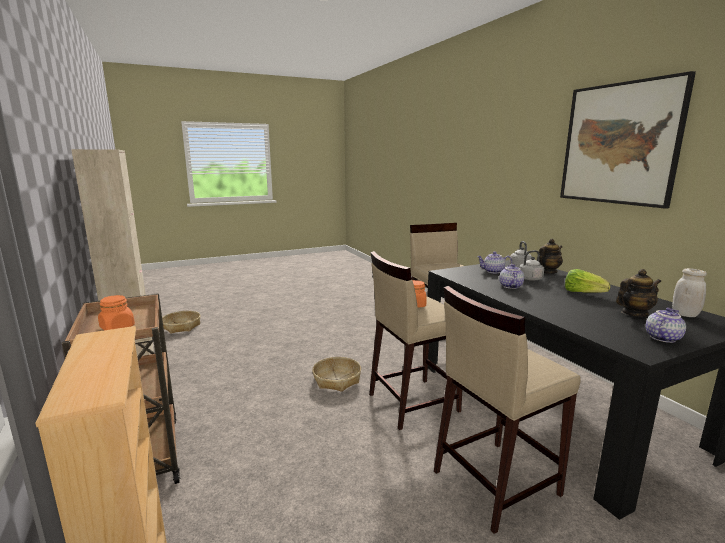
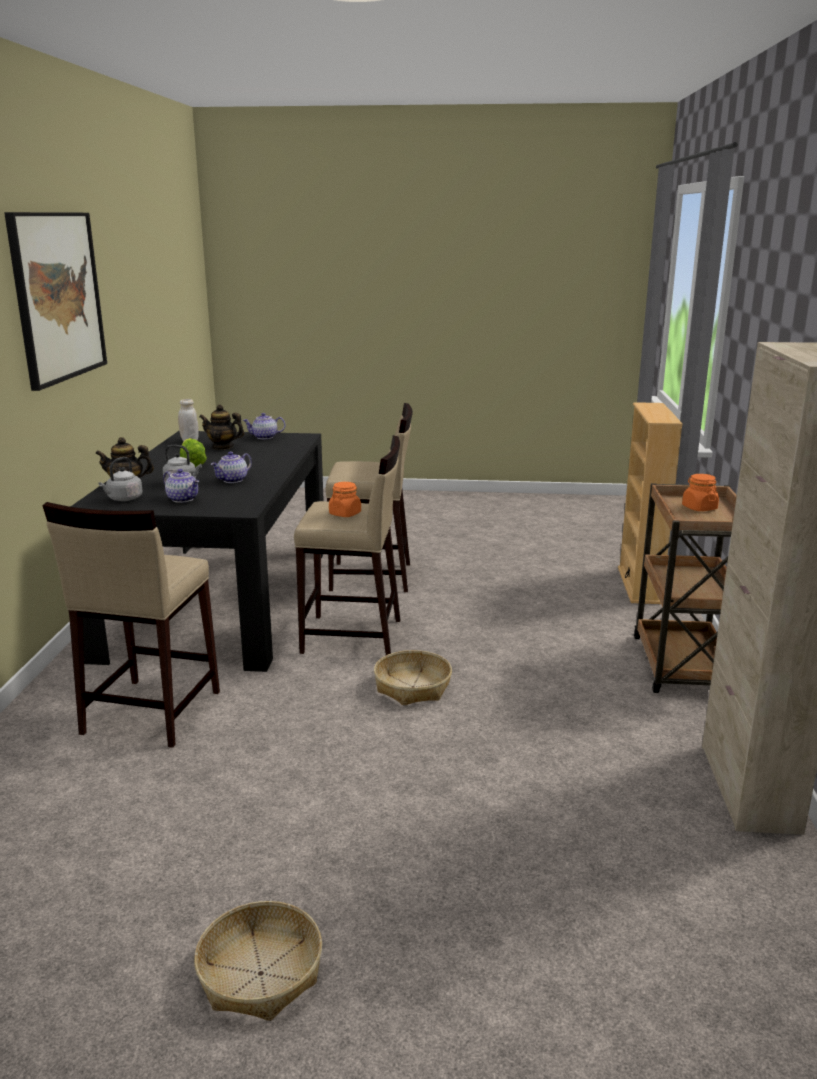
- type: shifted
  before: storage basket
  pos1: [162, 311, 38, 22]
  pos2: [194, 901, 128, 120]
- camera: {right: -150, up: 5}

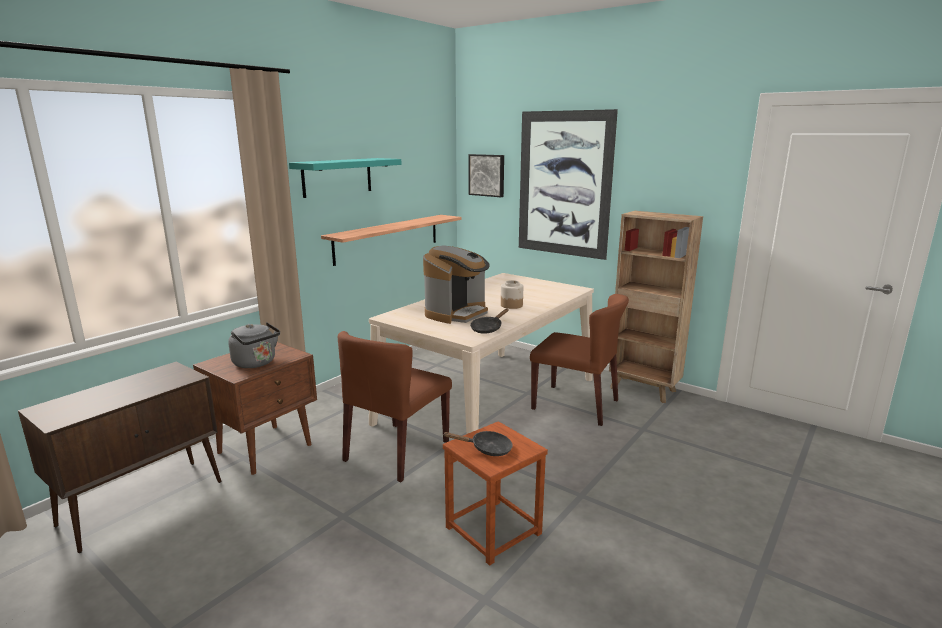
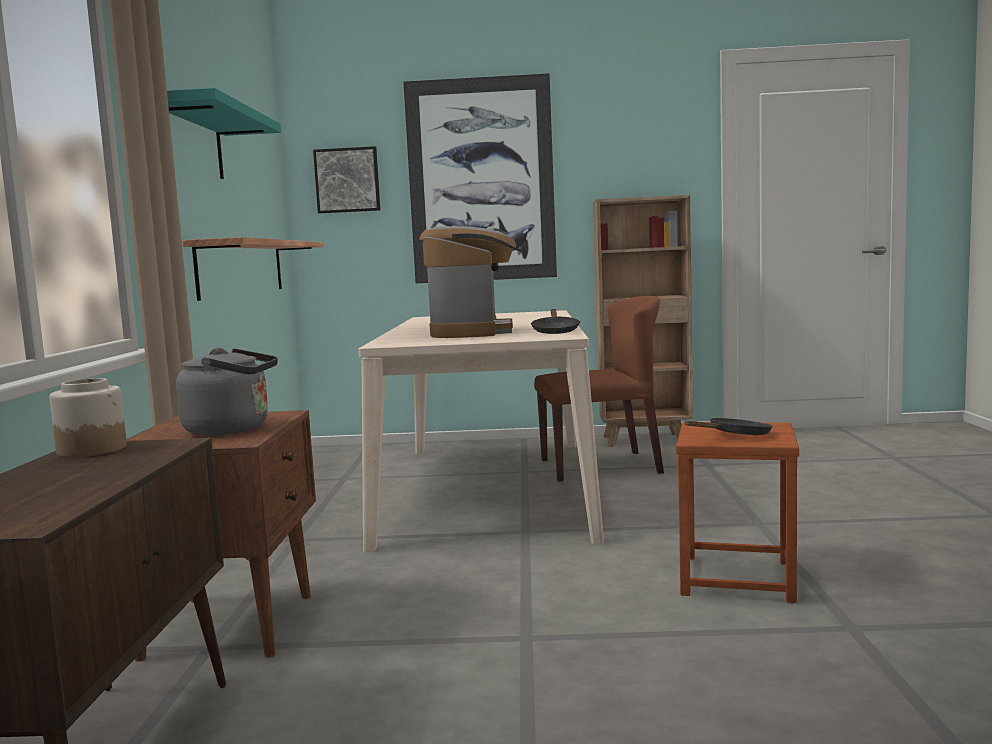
- type: gone
  before: upright chair/brown
  pos1: [338, 331, 114, 151]
- type: shifted
  before: preserve jar
  pos1: [501, 280, 22, 29]
  pos2: [50, 378, 77, 79]
- camera: {right: -35, up: -10}

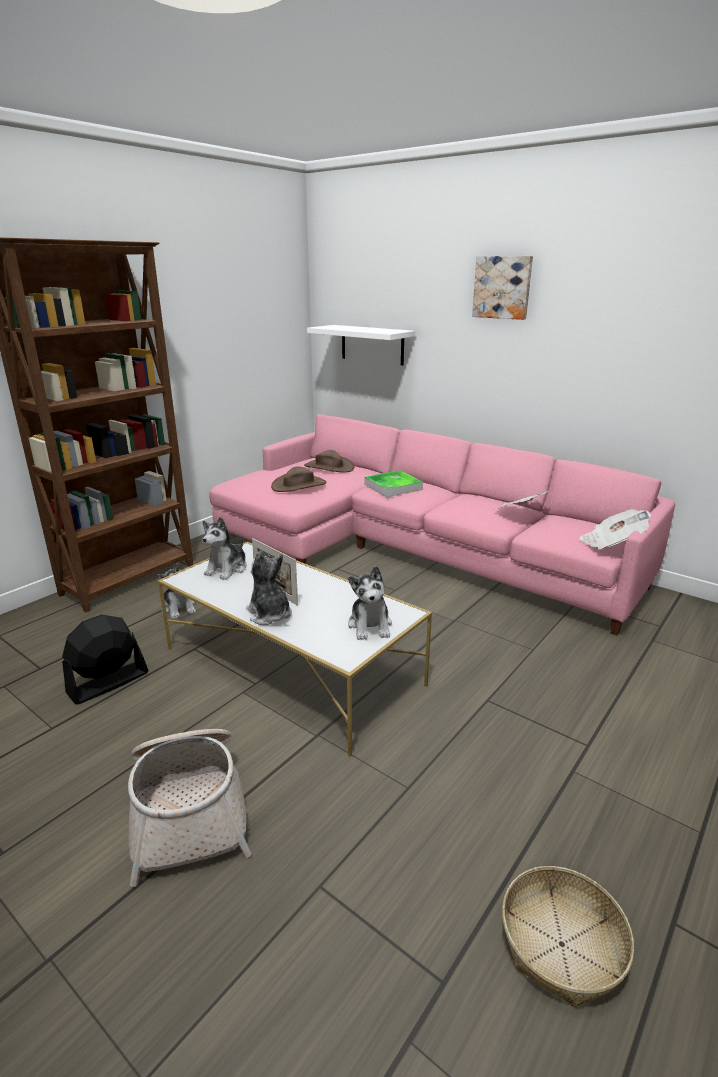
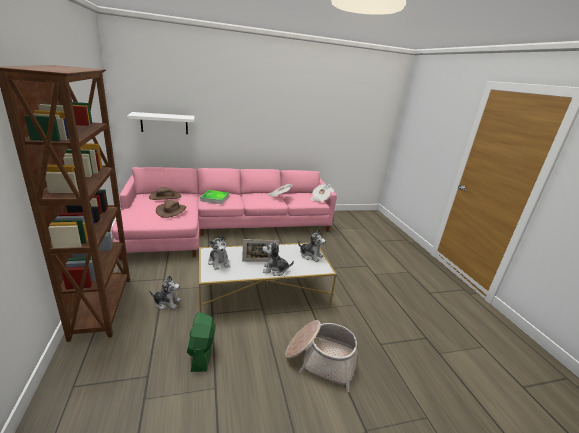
- type: gone
  before: picture
  pos1: [472, 256, 61, 64]
- type: gone
  before: storage basket
  pos1: [502, 866, 132, 142]
- type: repainted
  before: fan/black
  after: fan/green
  pos1: [62, 615, 87, 90]
  pos2: [187, 312, 29, 60]
- camera: {right: -55, up: 0}

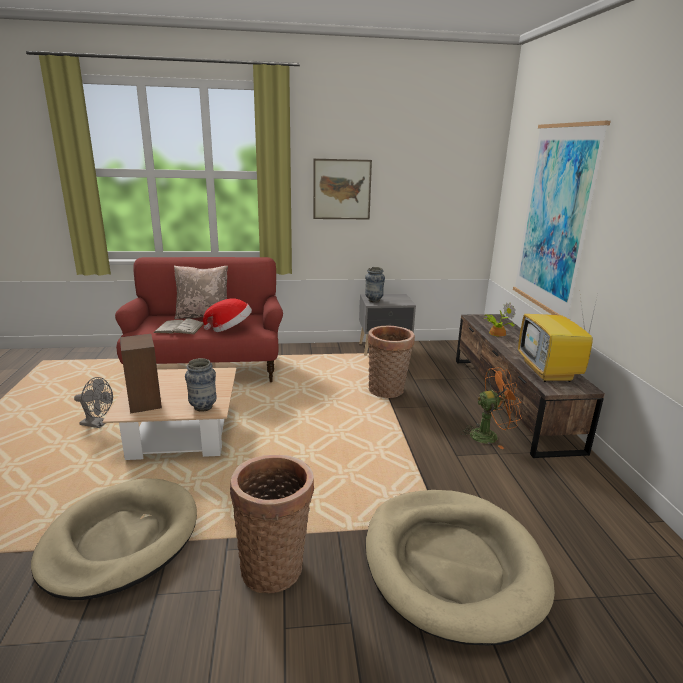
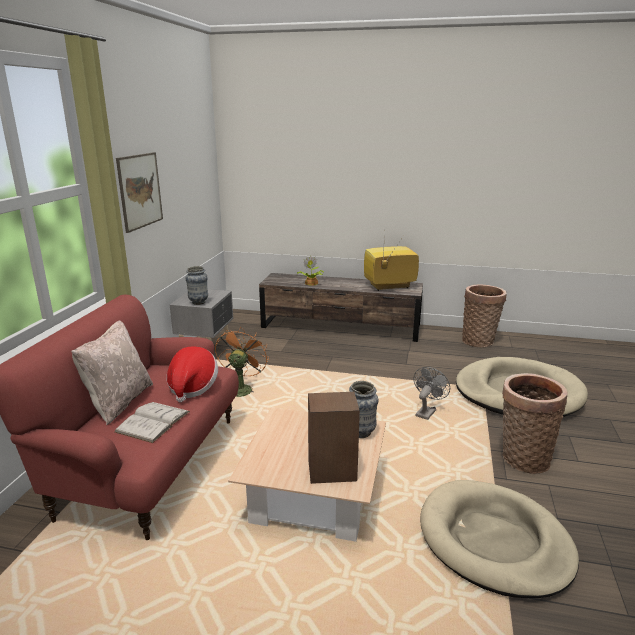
- type: gone
  before: picture
  pos1: [513, 121, 98, 199]
- type: shifted
  before: fan/greyish
  pos1: [74, 377, 39, 51]
  pos2: [413, 367, 37, 53]
- type: shifted
  before: storage basket
  pos1: [368, 326, 47, 72]
  pos2: [462, 284, 45, 63]
- type: shifted
  before: fan/orange
  pos1: [460, 367, 62, 82]
  pos2: [215, 327, 54, 70]
- type: rotated
  before: TV set
  pos1: [518, 294, 80, 88]
  pos2: [364, 232, 55, 59]
  turn: 150
- camera: {right: -70, up: 0}

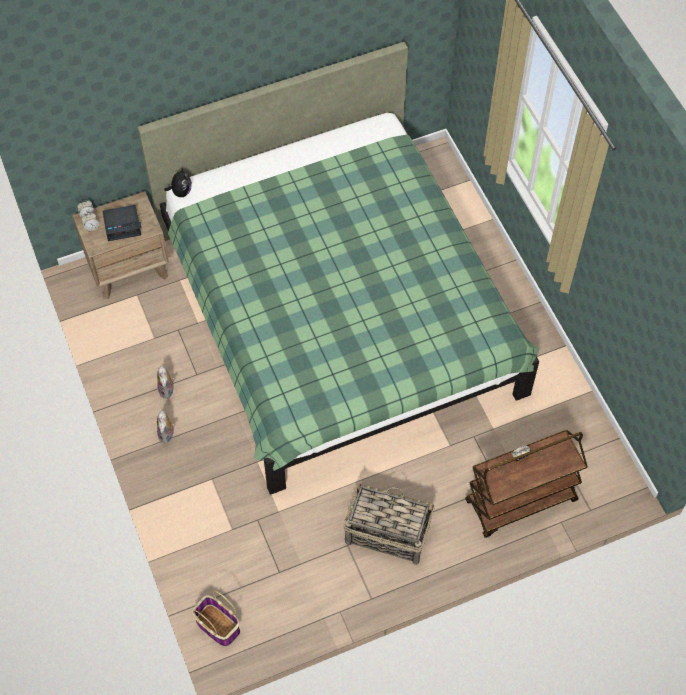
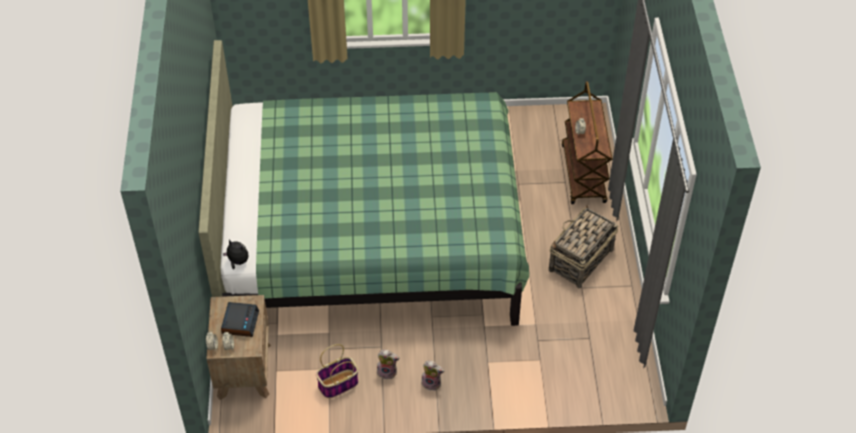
- type: shifted
  before: storage basket
  pos1: [192, 590, 48, 57]
  pos2: [316, 344, 42, 54]
- camera: {right: -70, up: -10}

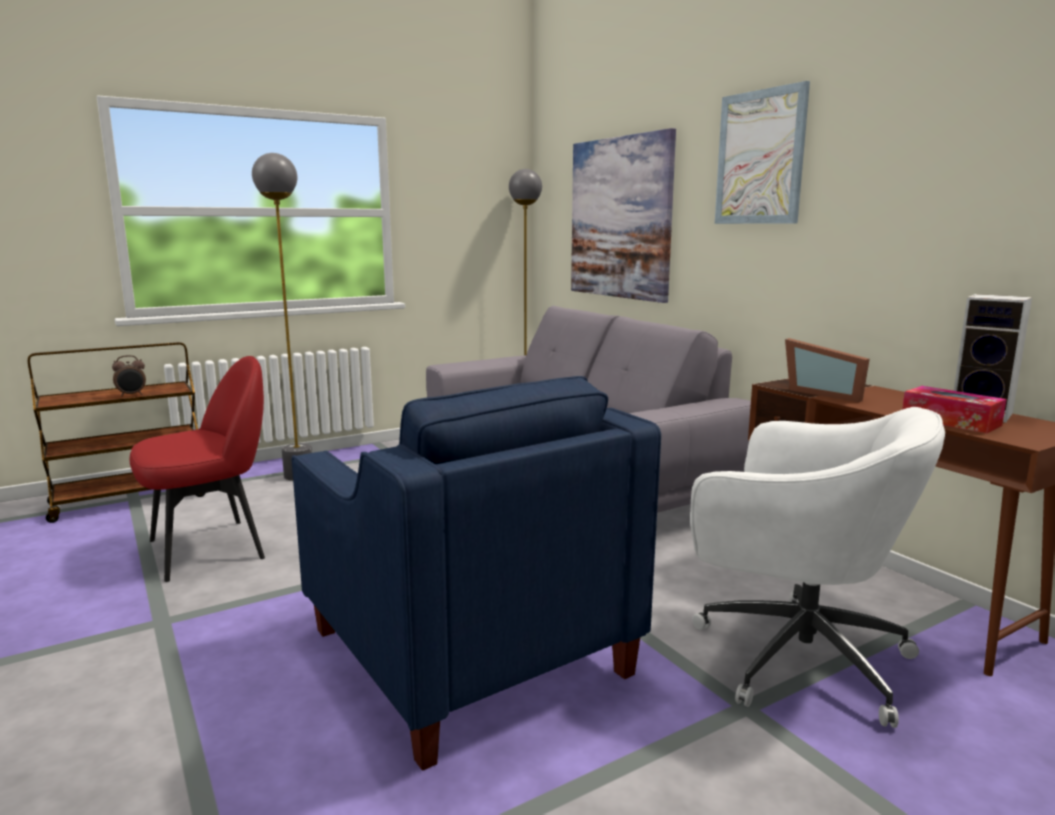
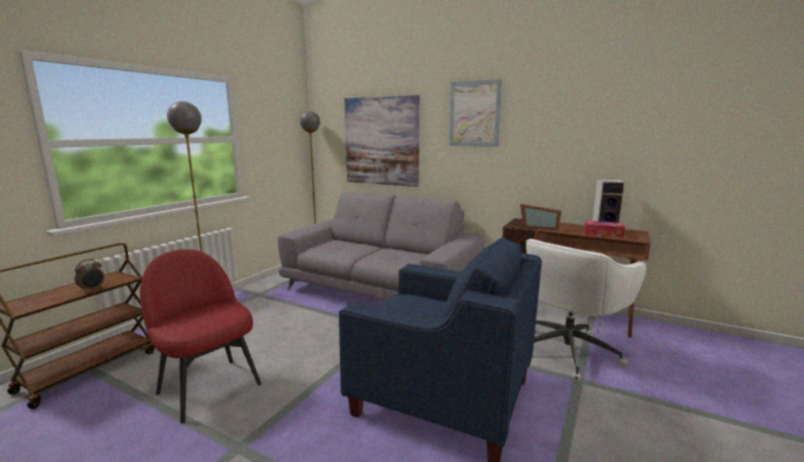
- type: rotated
  before: upright chair/red
  pos1: [130, 356, 135, 226]
  pos2: [140, 249, 121, 175]
  turn: -75
- type: rotated
  before: desk chair/white
  pos1: [690, 407, 255, 321]
  pos2: [526, 239, 121, 144]
  turn: 135
- camera: {right: -30, up: 0}

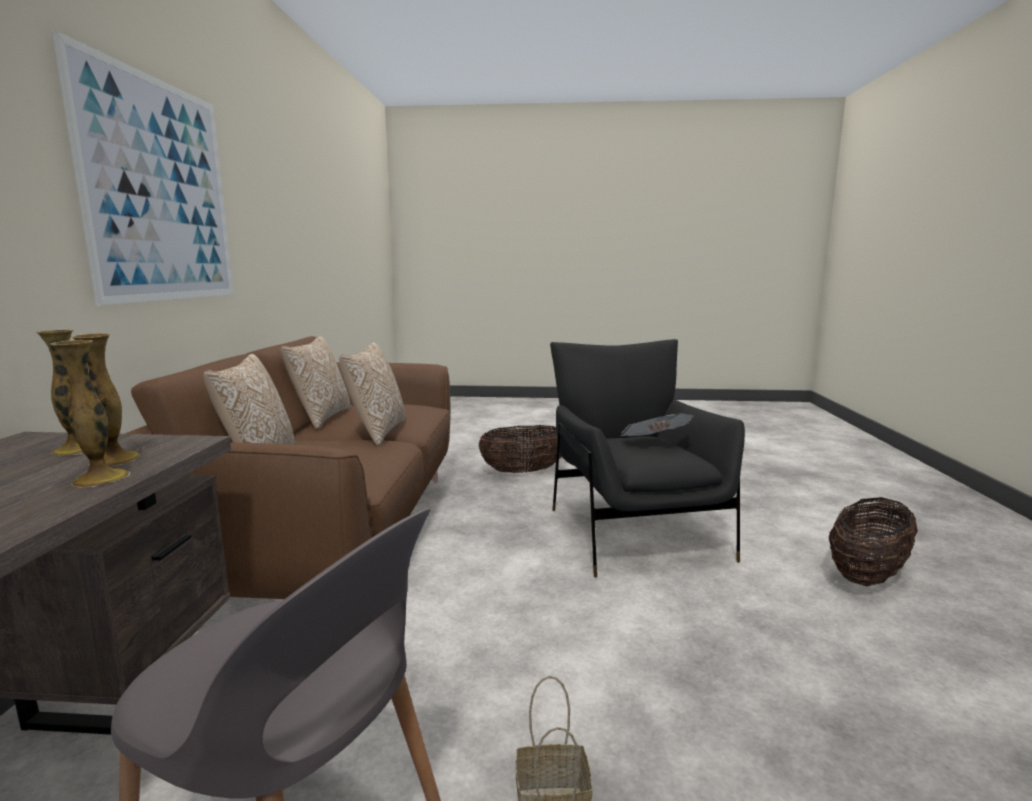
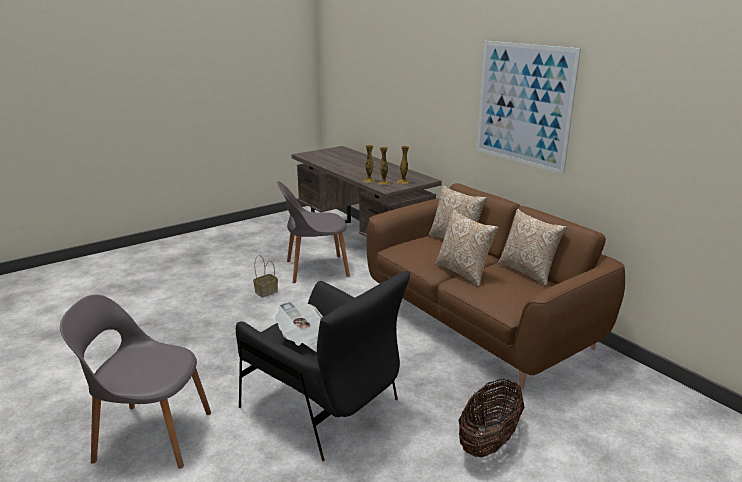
- type: swapped
  before: storage basket
  after: upright chair/greyish
  pos1: [829, 497, 89, 89]
  pos2: [60, 295, 151, 174]
- camera: {right: 140, up: 10}

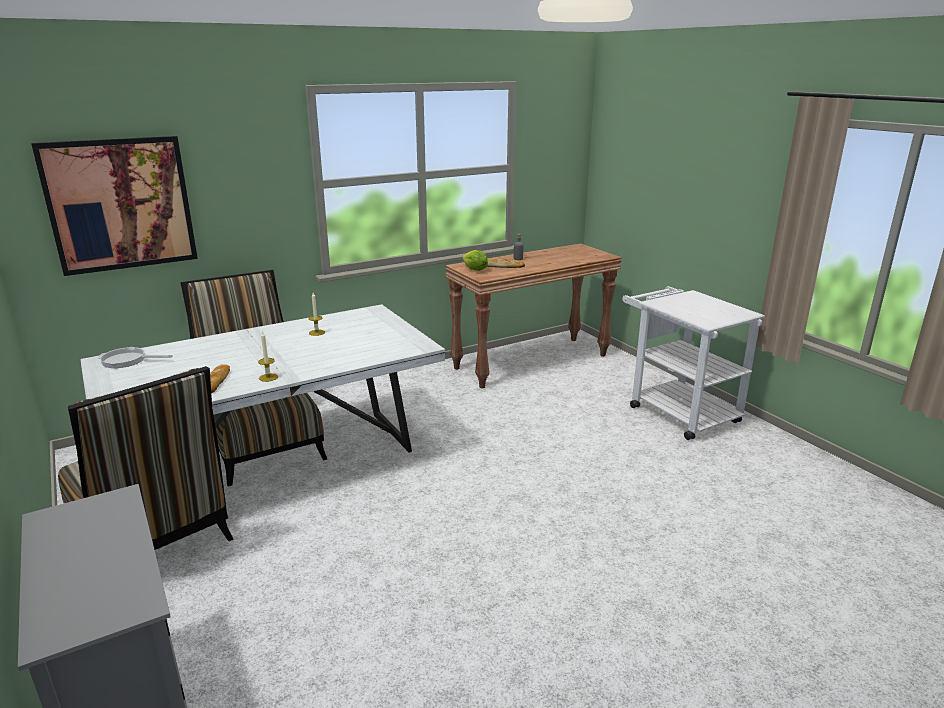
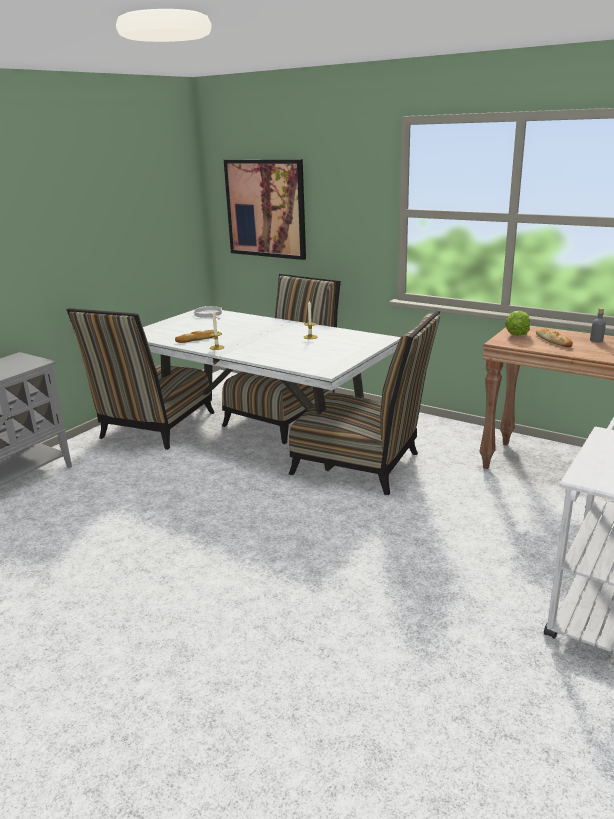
- type: new
  after: upright chair
  pos2: [289, 311, 152, 184]
- camera: {right: 65, up: 0}

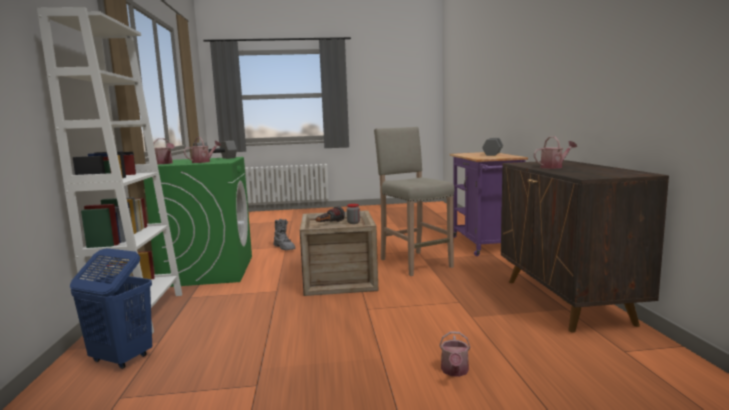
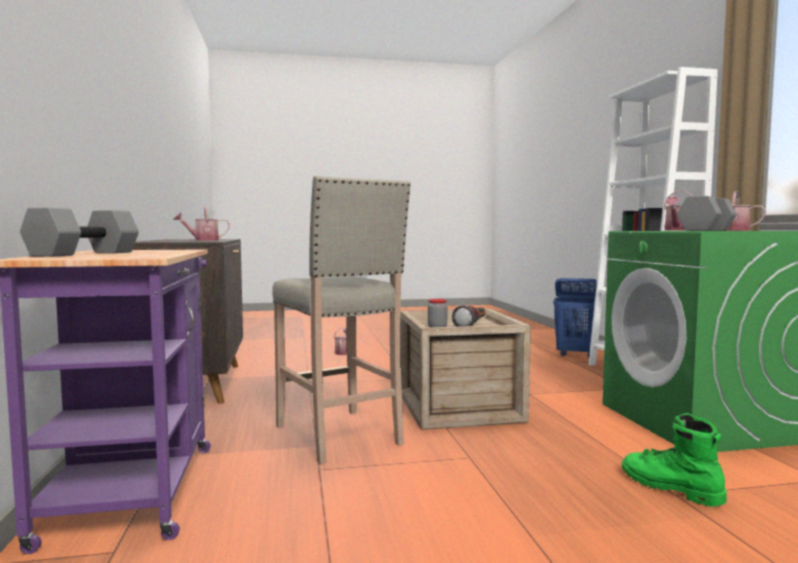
- type: repainted
  before: high-top boot/greyish
  after: high-top boot/green
  pos1: [274, 219, 21, 31]
  pos2: [622, 413, 105, 94]
- camera: {right: 175, up: -5}

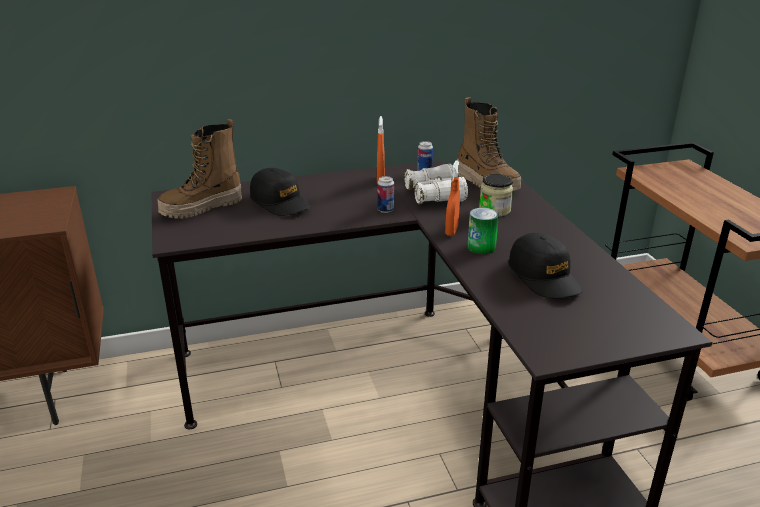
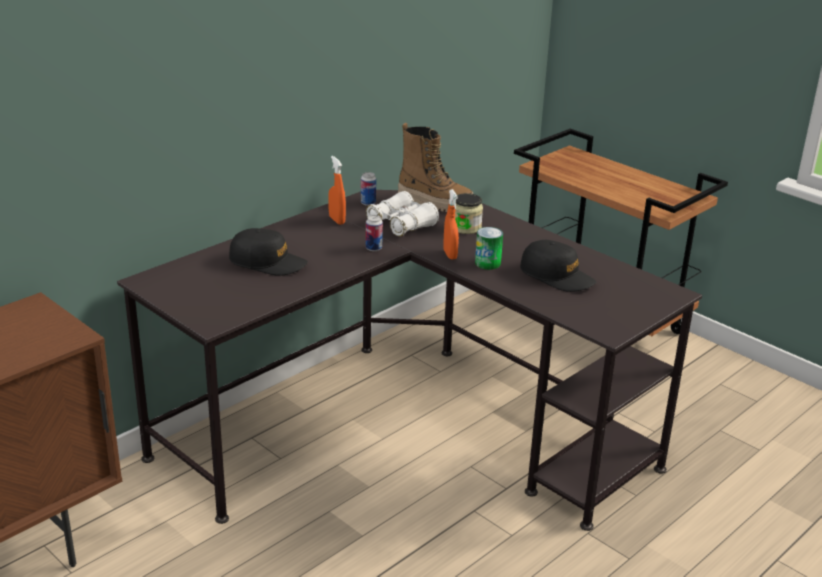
- type: gone
  before: high-top boot
  pos1: [157, 119, 85, 100]
- camera: {right: -30, up: 0}

